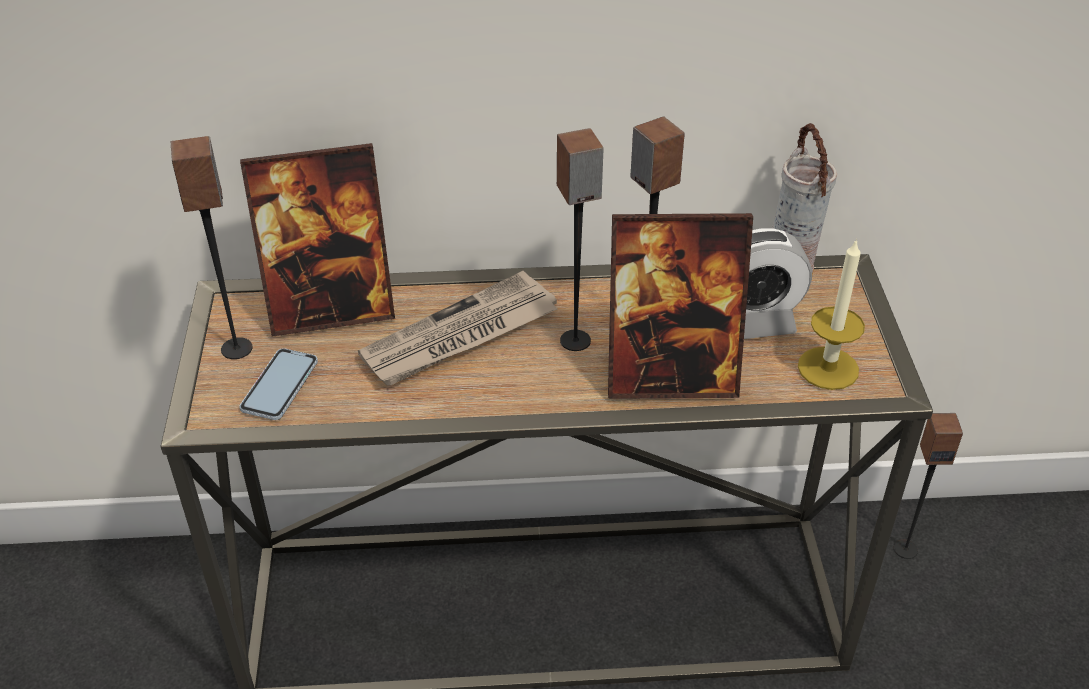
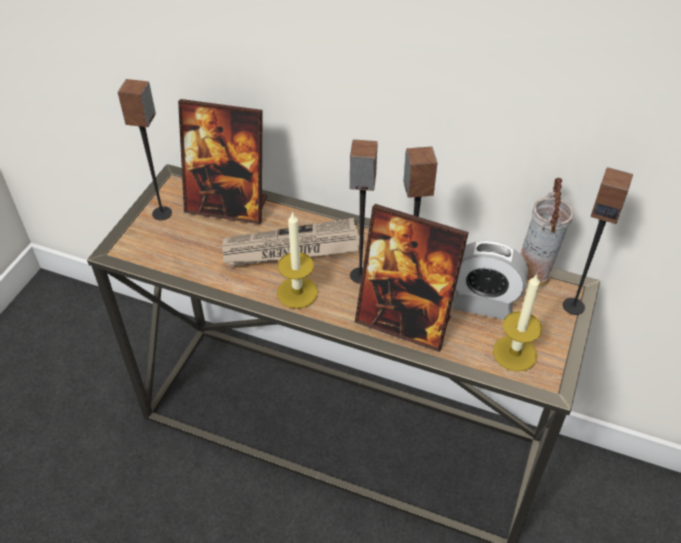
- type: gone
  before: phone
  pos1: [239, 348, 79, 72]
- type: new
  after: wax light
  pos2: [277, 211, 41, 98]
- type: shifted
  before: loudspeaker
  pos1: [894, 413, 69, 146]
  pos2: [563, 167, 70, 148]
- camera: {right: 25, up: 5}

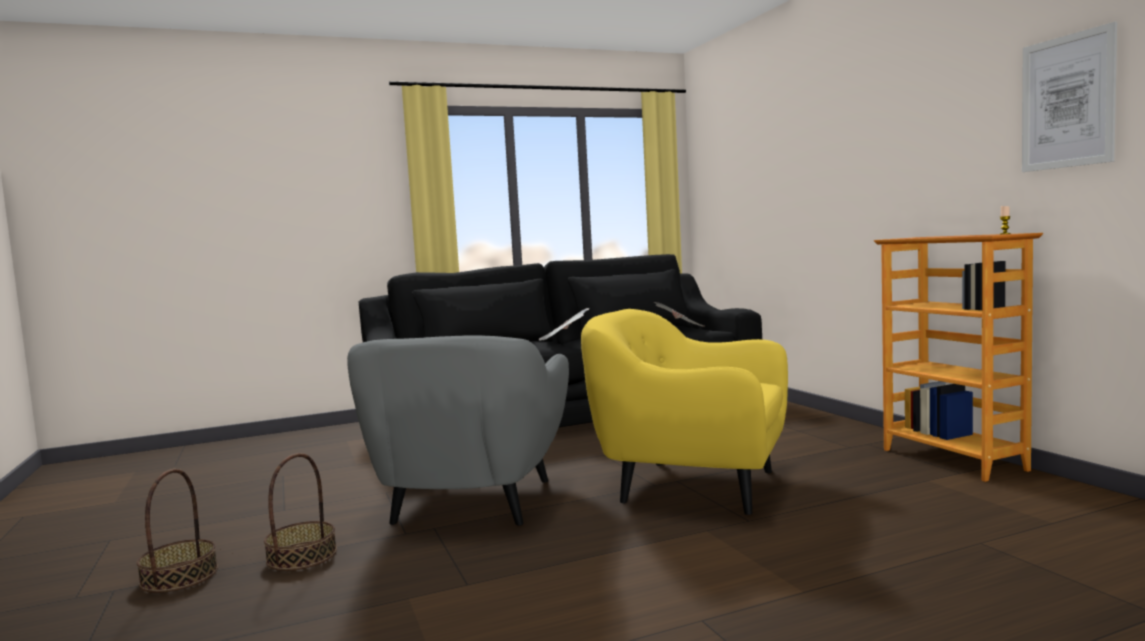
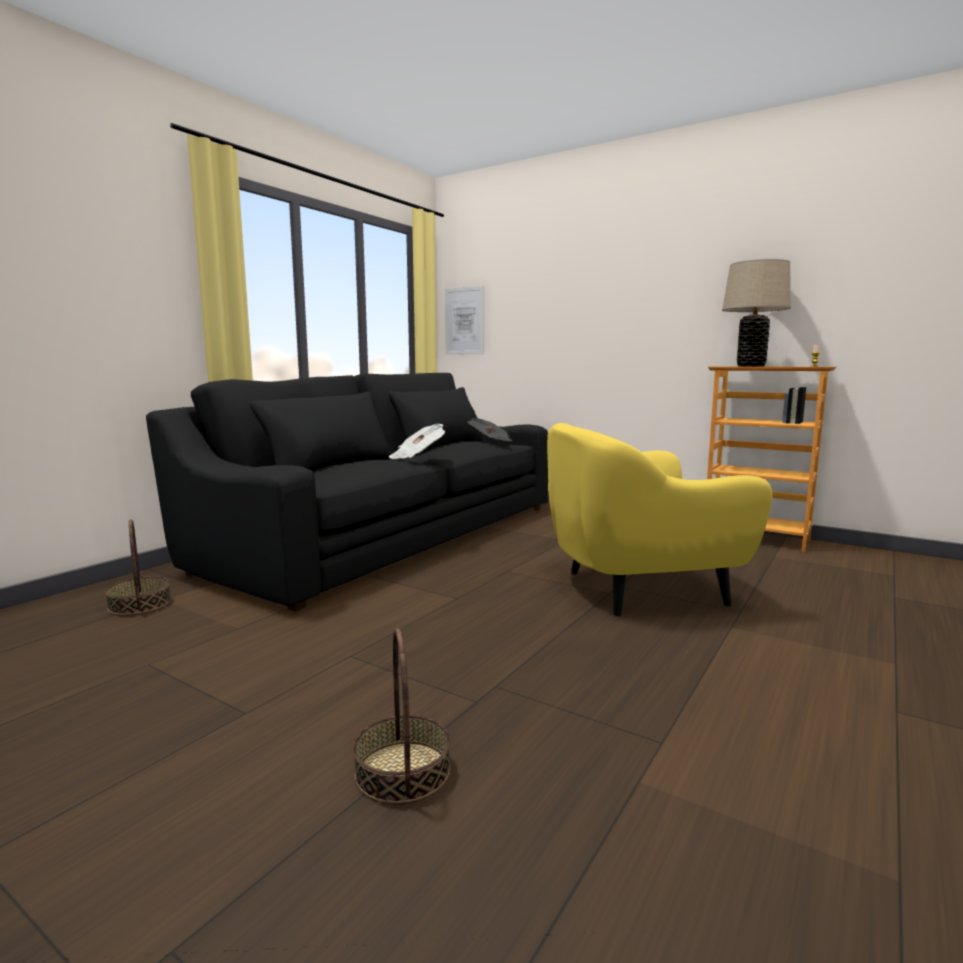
- type: gone
  before: lounge chair/greyish
  pos1: [347, 335, 222, 191]
- type: new
  after: tabletop lamp/beige
  pos2: [722, 259, 69, 107]
- type: shifted
  before: storage basket
  pos1: [137, 469, 81, 124]
  pos2: [105, 519, 66, 97]
- type: shifted
  before: picture
  pos1: [1022, 22, 95, 150]
  pos2: [445, 286, 39, 69]
- camera: {right: -35, up: 5}

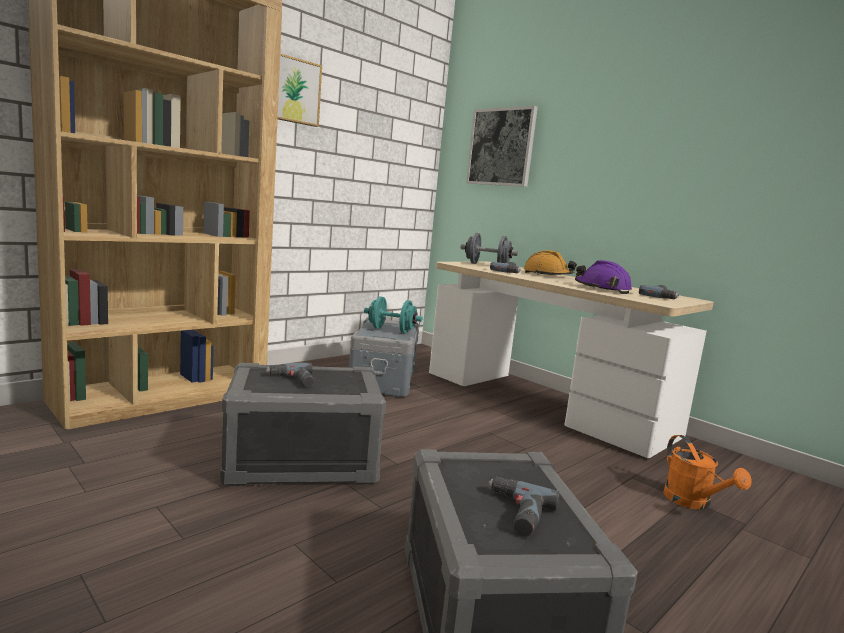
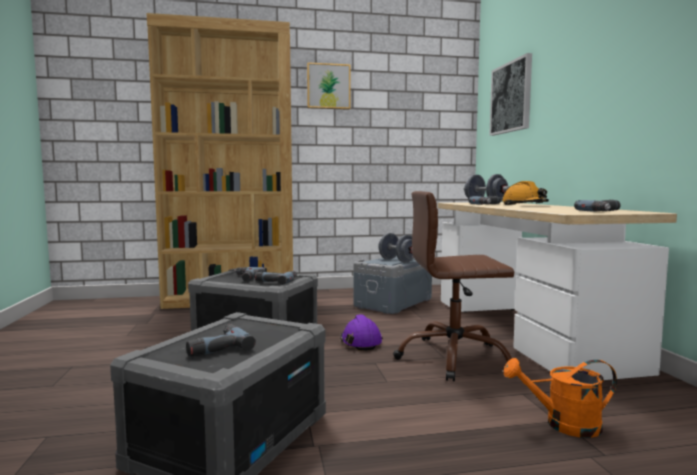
- type: new
  after: power drill
  pos2: [255, 271, 42, 14]
- type: new
  after: desk chair/brown
  pos2: [393, 191, 121, 190]
- type: shifted
  before: hard hat/purple-coloured
  pos1: [575, 260, 57, 34]
  pos2: [340, 314, 43, 37]
- type: repainted
  before: hand weight/blue-green
  after: hand weight/greyish
  pos1: [364, 296, 59, 37]
  pos2: [378, 233, 36, 30]
- type: rotated
  before: sprinkling can/orange
  pos1: [663, 435, 88, 75]
  pos2: [504, 358, 113, 80]
  turn: 75
- camera: {right: 35, up: -5}

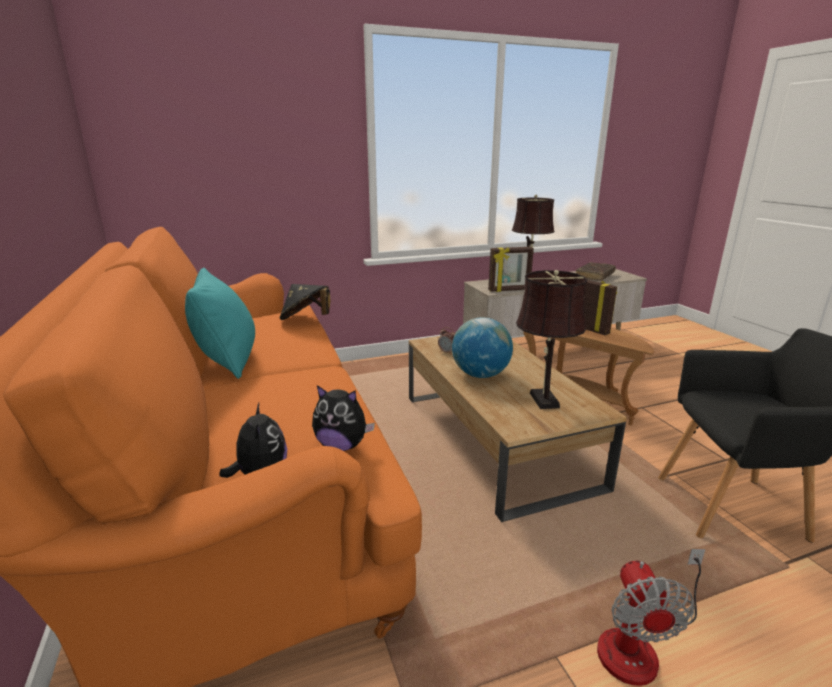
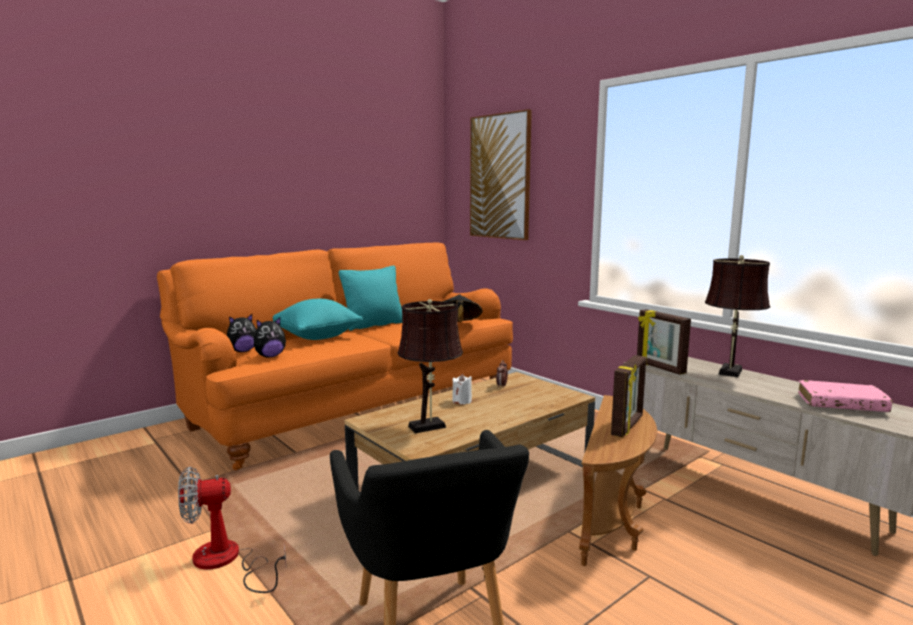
- type: new
  after: pillow/blue-green
  pos2: [273, 299, 90, 41]
- type: new
  after: picture
  pos2: [470, 109, 62, 131]
- type: swapped
  before: world globe
  after: wax light/white
  pos1: [452, 317, 61, 61]
  pos2: [452, 374, 20, 30]
- type: repainted
  before: bound book/brown
  after: bound book/pink-coloured
  pos1: [576, 262, 40, 19]
  pos2: [798, 380, 95, 32]
- type: rotated
  before: cuddly toy
  pos1: [312, 385, 63, 66]
  pos2: [254, 317, 32, 40]
  turn: -120
- camera: {right: 70, up: -10}

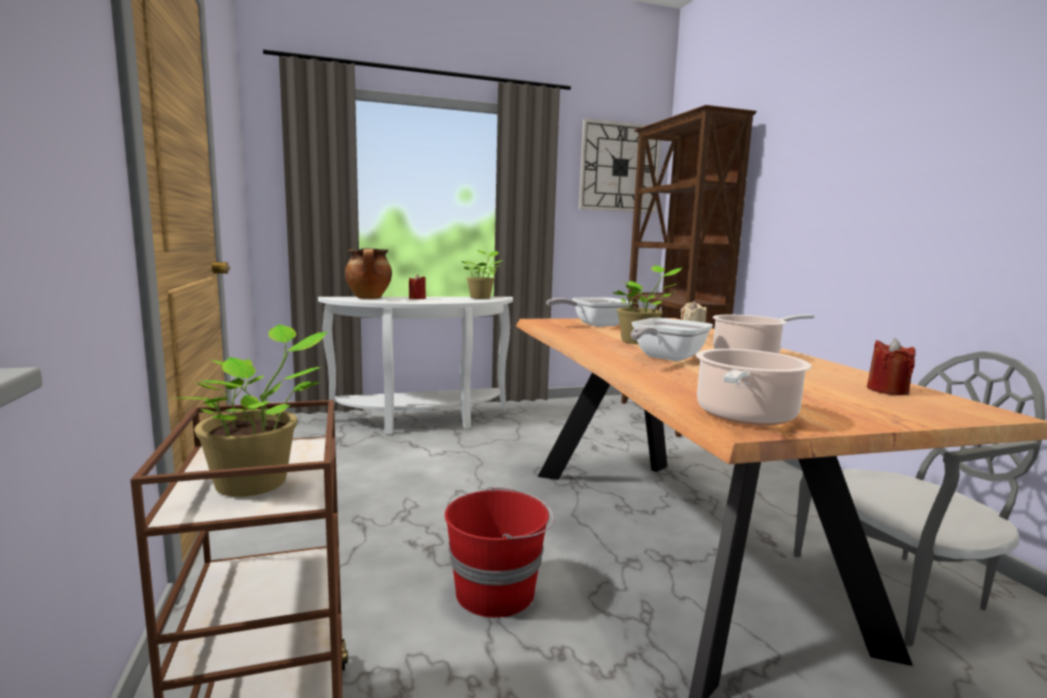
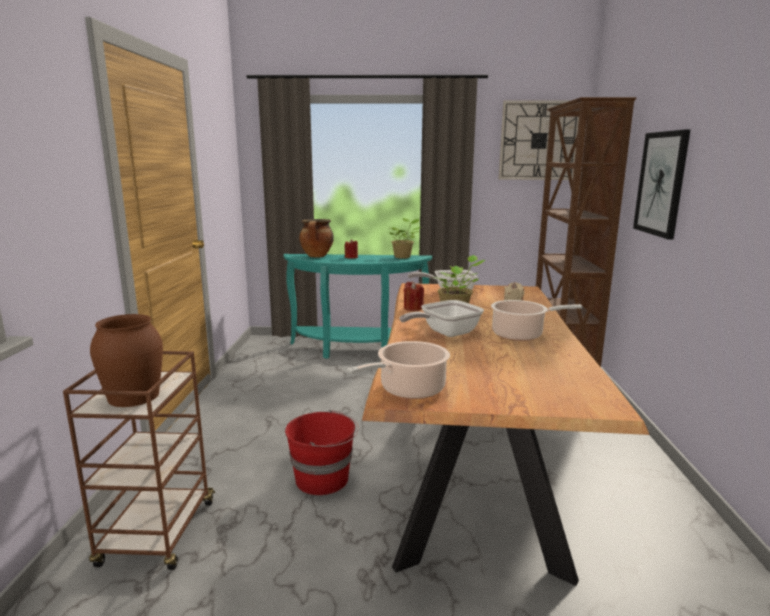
- type: gone
  before: upright chair/greyish
  pos1: [794, 351, 252, 295]
- type: new
  after: picture
  pos2: [633, 130, 57, 110]
- type: shifted
  before: wax light/red
  pos1: [867, 338, 49, 57]
  pos2: [404, 281, 20, 30]
- type: swapped
  before: potted plant
  after: flower vase/brown
  pos1: [173, 325, 156, 172]
  pos2: [90, 314, 73, 93]
- type: repainted
  before: console table/white
  after: console table/blue-green
  pos1: [318, 297, 195, 138]
  pos2: [284, 254, 148, 105]
- camera: {right: 20, up: 5}

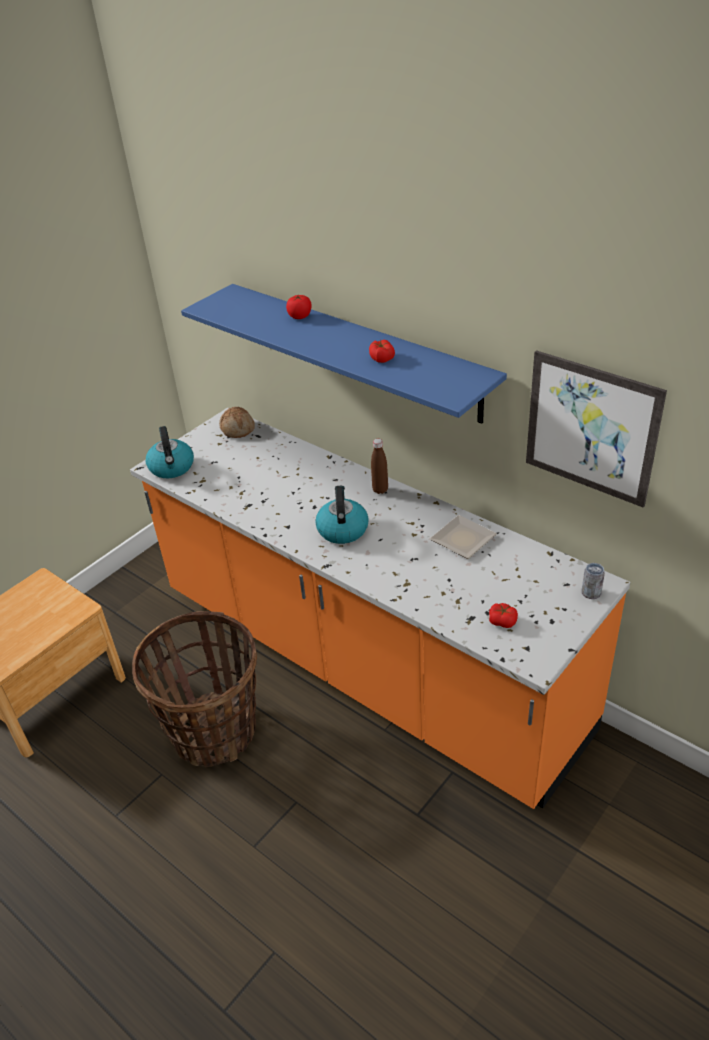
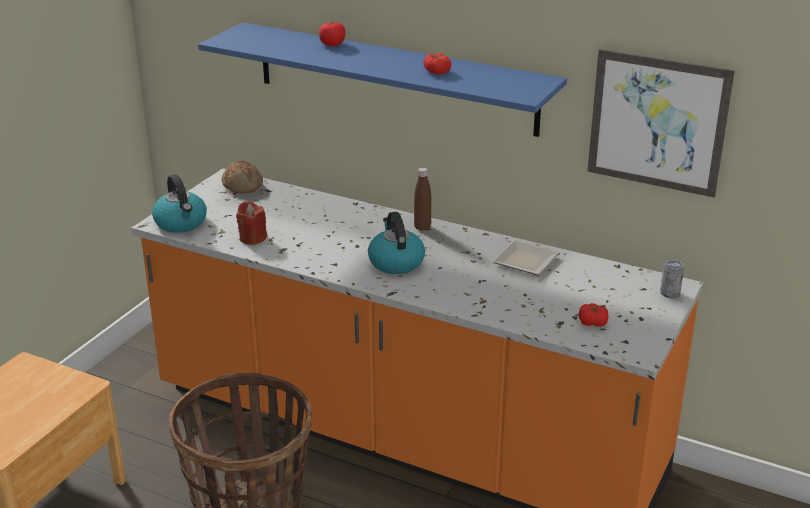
- type: new
  after: wax light/red
  pos2: [236, 201, 31, 44]
- camera: {right: -15, up: -10}

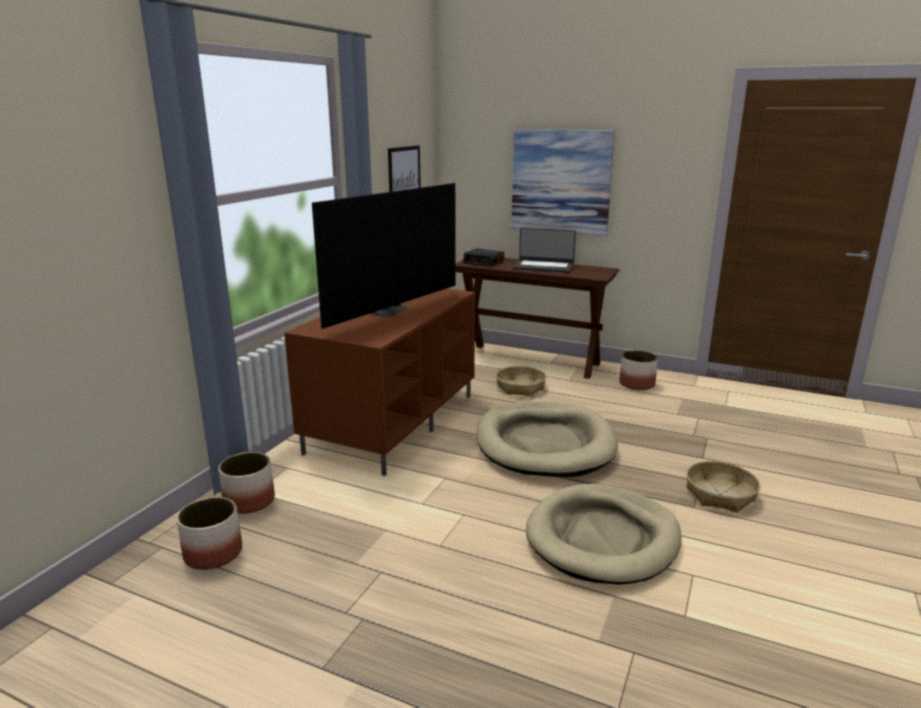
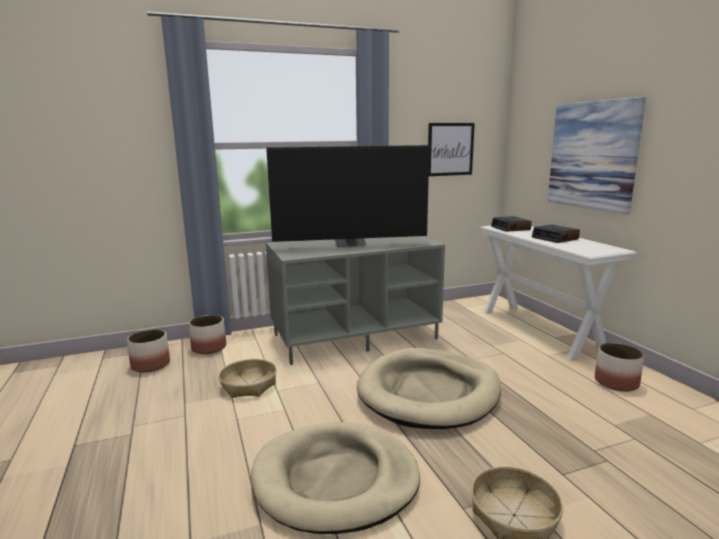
- type: shifted
  before: storage basket
  pos1: [496, 366, 50, 31]
  pos2: [219, 359, 58, 39]
- type: swapped
  before: laptop
  after: bedside clock
  pos1: [513, 228, 63, 45]
  pos2: [532, 225, 48, 18]
- type: repainted
  before: tv stand/brown
  after: tv stand/greyish
  pos1: [284, 289, 191, 187]
  pos2: [266, 236, 179, 129]
- type: repainted
  before: console table/brown
  after: console table/white
  pos1: [456, 258, 164, 121]
  pos2: [480, 226, 156, 135]
- camera: {right: 45, up: -5}

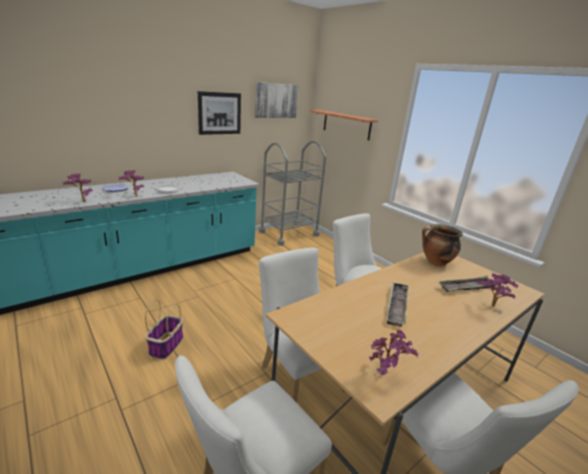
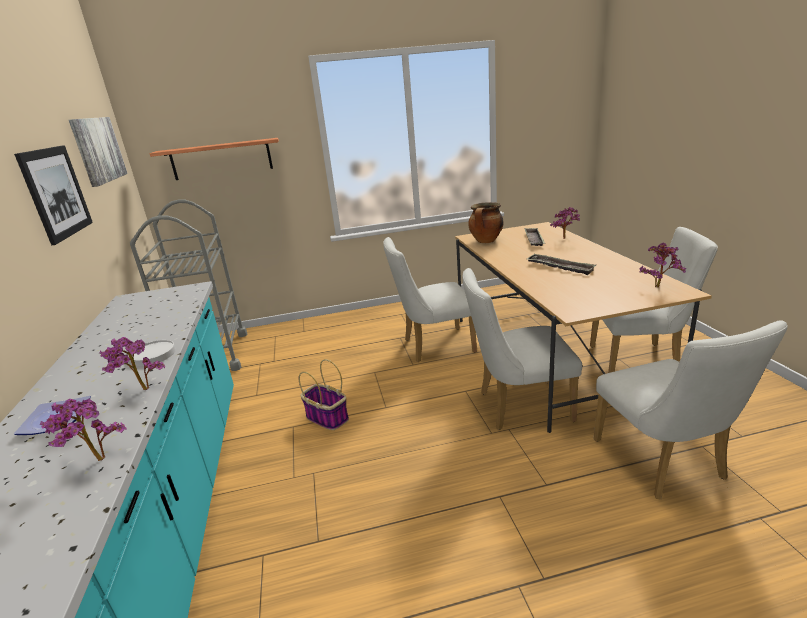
- type: shifted
  before: storage basket
  pos1: [145, 299, 38, 60]
  pos2: [299, 359, 50, 71]
- camera: {right: -60, up: 0}

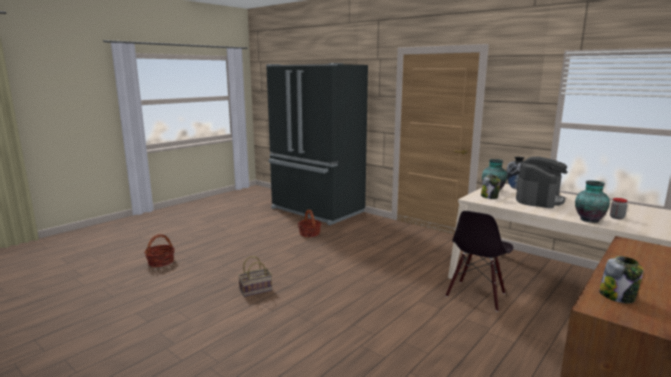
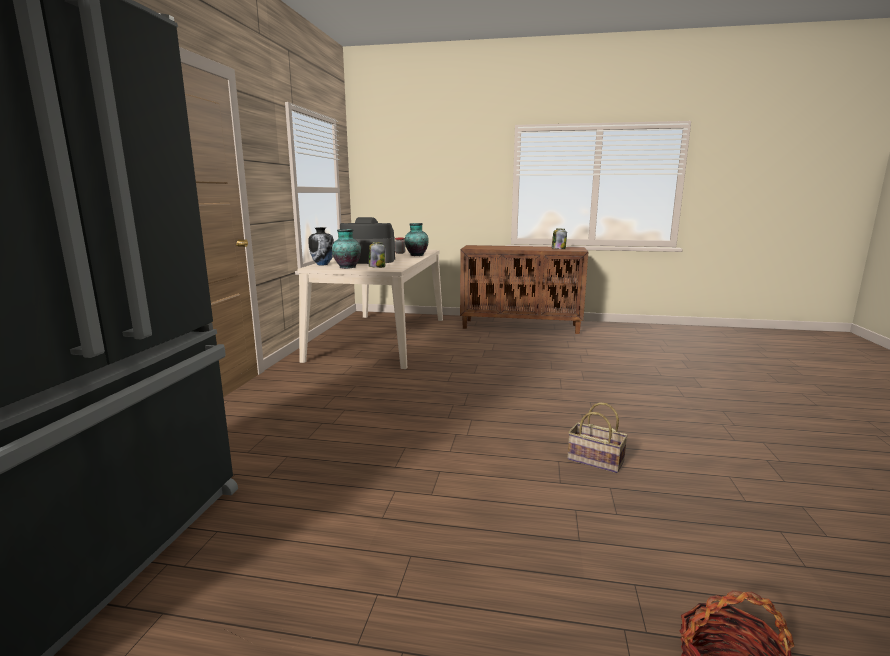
- type: gone
  before: storage basket
  pos1: [298, 210, 24, 27]
- type: gone
  before: upright chair/black
  pos1: [445, 211, 68, 101]
- camera: {right: -120, up: 0}

